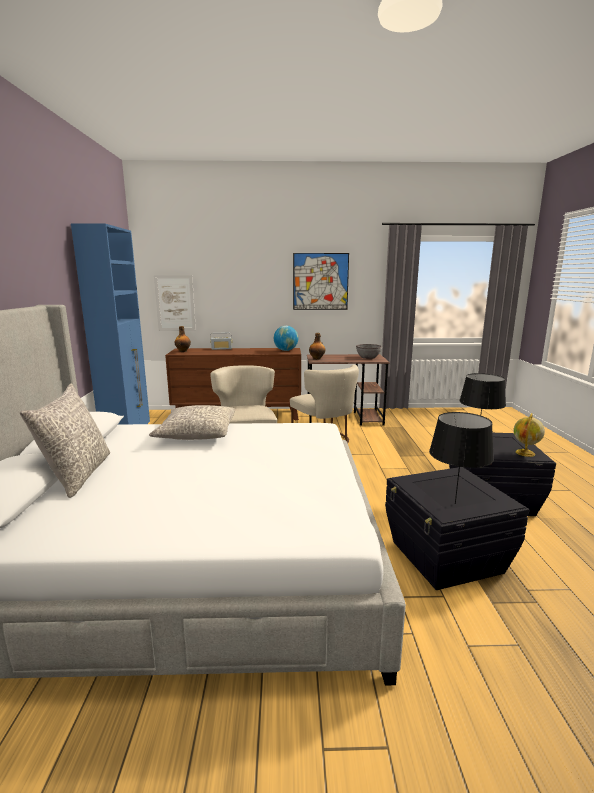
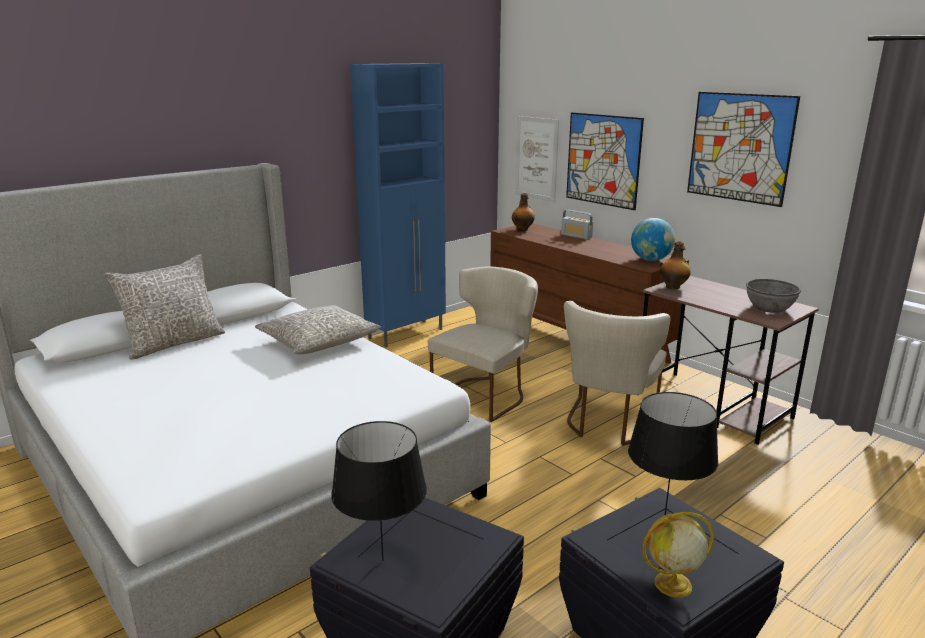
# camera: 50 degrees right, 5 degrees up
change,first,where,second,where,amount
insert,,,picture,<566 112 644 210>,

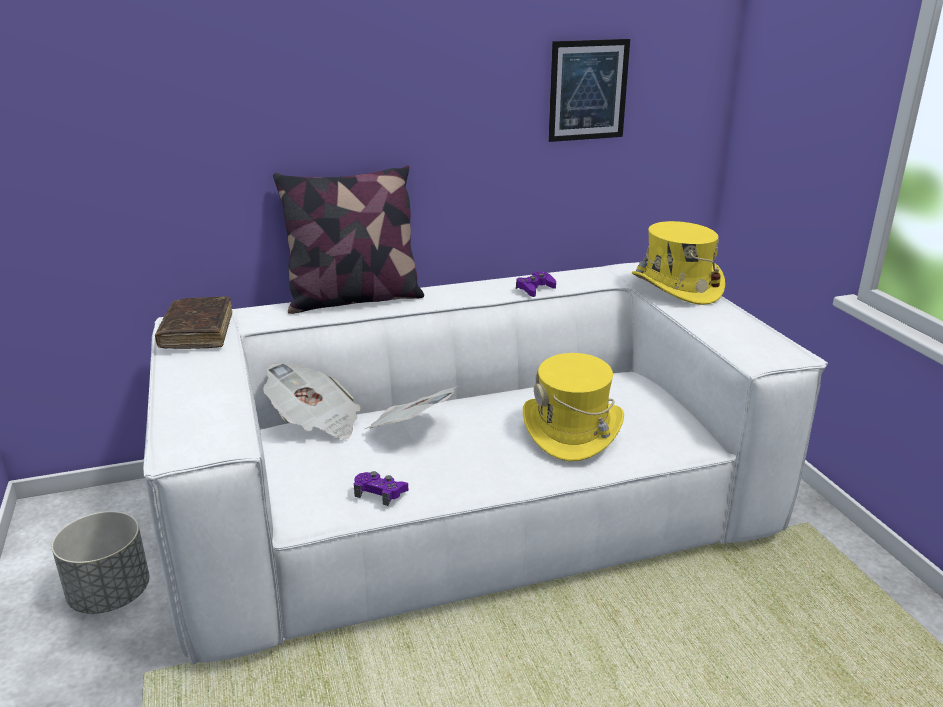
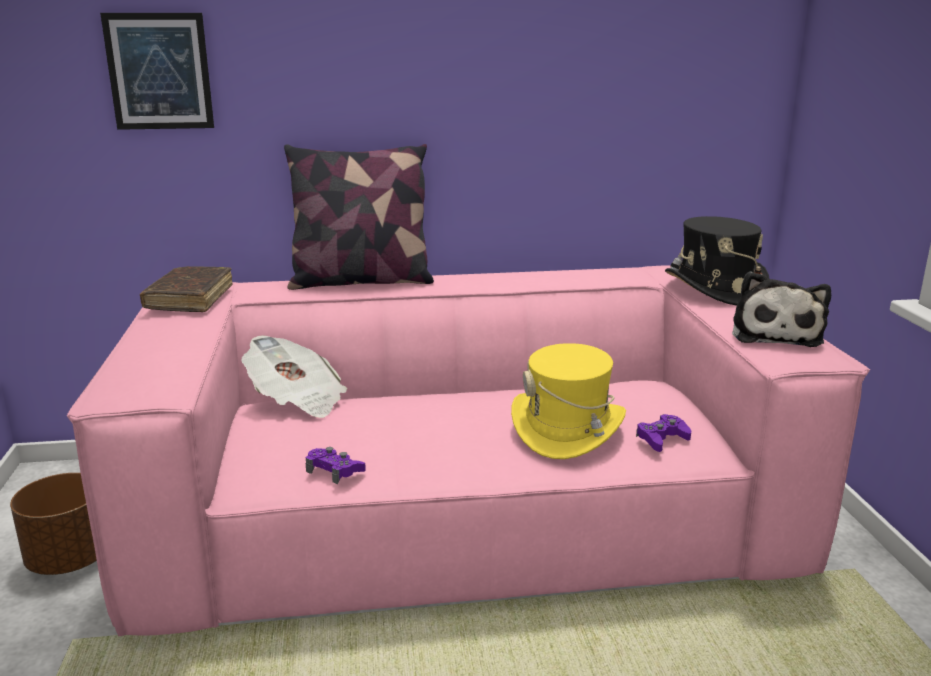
# camera: 10 degrees right, 5 degrees down
change,first,where,second,where,amount
recolor,grey flower pot,<52 511 149 614>,brown flower pot,<10 473 97 575>,
recolor,white couch,<143 261 828 665>,pink-coloured couch,<67 266 870 636>,
delete,printed paper,<365 386 458 429>,,,
move,purplish gamepad,<516 271 556 297>,,<636 414 691 452>,
move,picture,<548 39 630 142>,,<100 13 214 130>,
recolor,yellowish clothing hat,<632 221 725 305>,blackish clothing hat,<665 216 770 306>,
insert,,,cuddly toy,<732 271 831 347>,

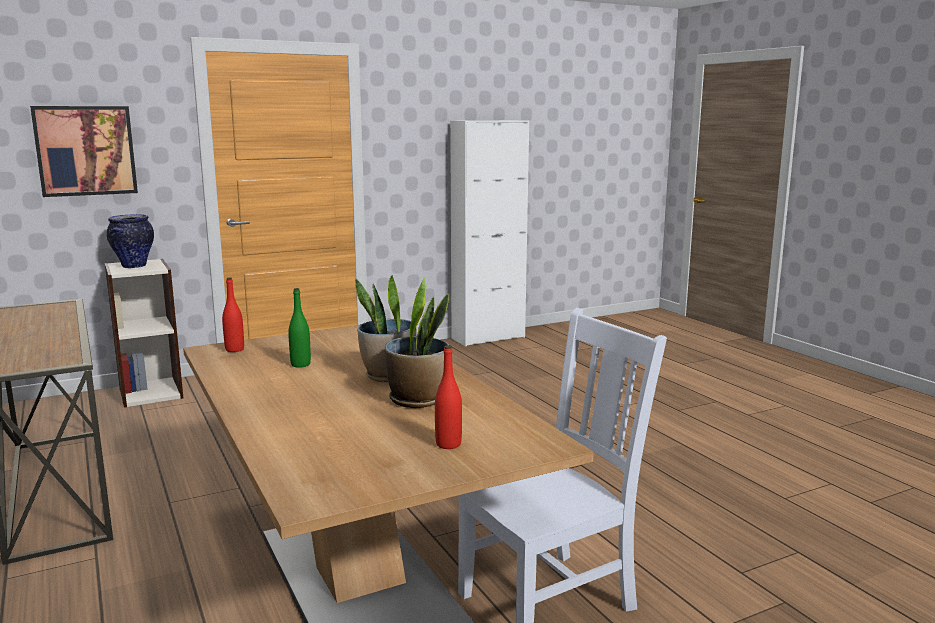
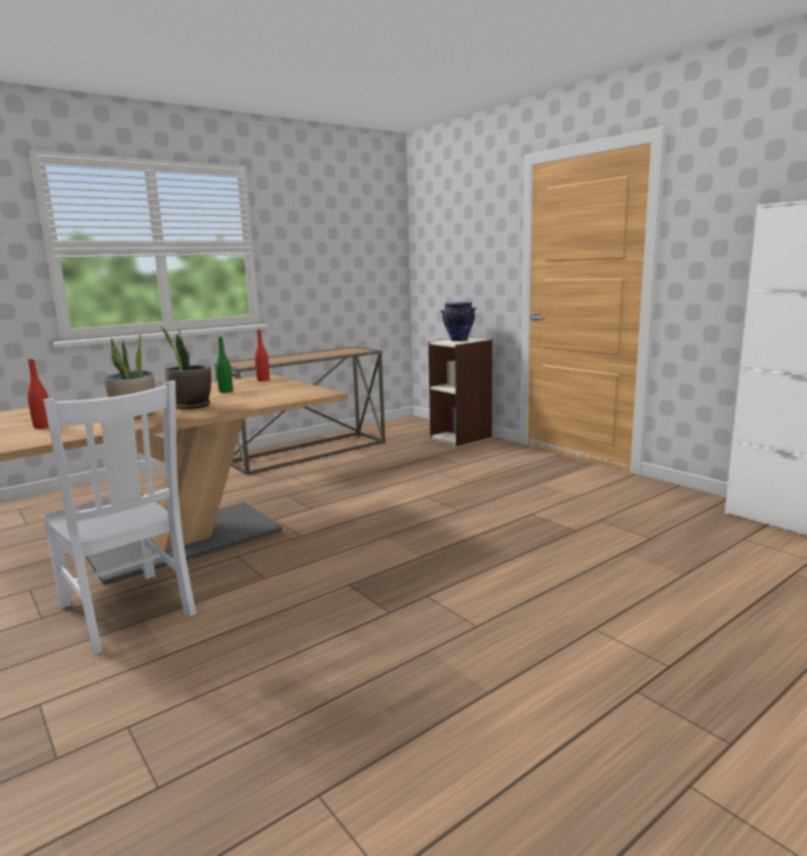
# camera: 80 degrees right, 0 degrees up
change,first,where,second,where,amount
delete,picture,<30 106 138 197>,,,

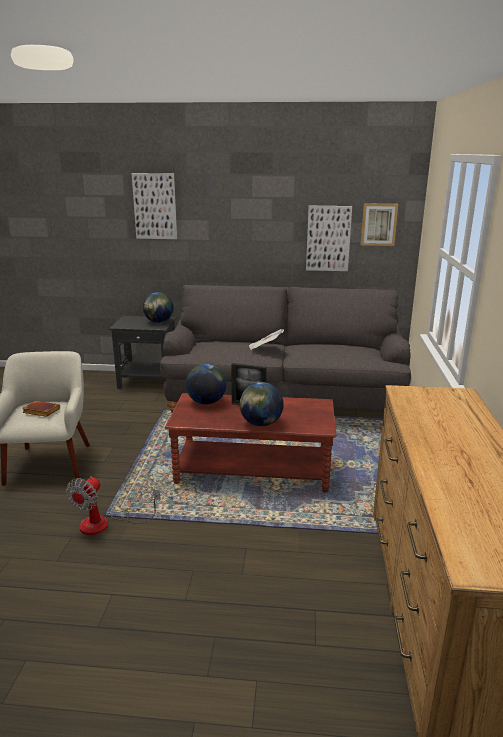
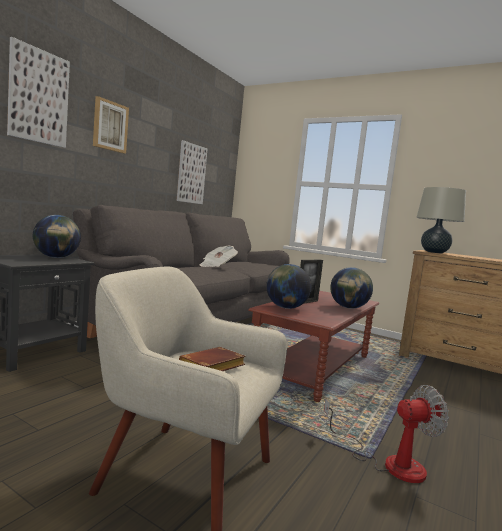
# camera: 65 degrees left, 15 degrees down
change,first,where,second,where,amount
rotate,cooling fan,<66 476 160 535>,,<324 385 449 483>,60 degrees counterclockwise
move,picture,<361 203 398 246>,,<93 96 129 154>,
insert,,,beige-coloured table lamp,<416 187 466 254>,

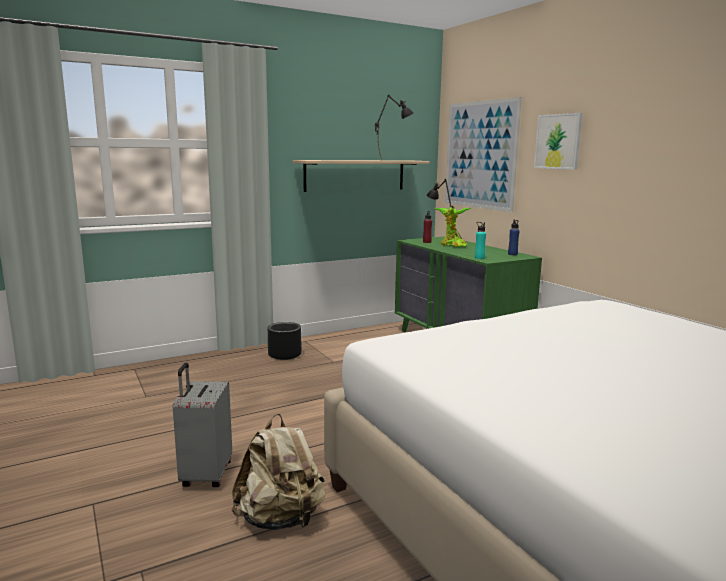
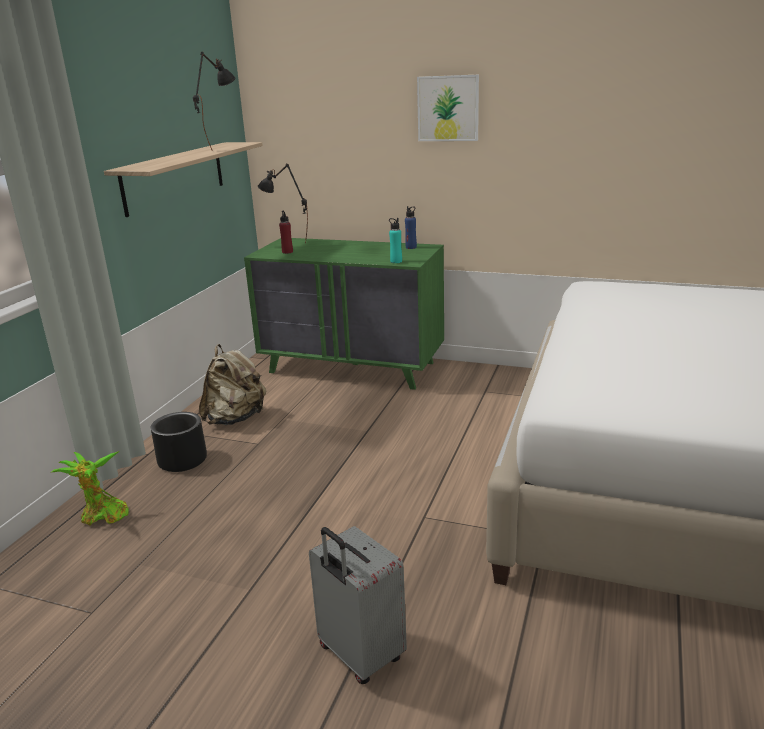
# camera: 40 degrees left, 10 degrees up
change,first,where,second,where,amount
move,beige-coloured rucksack,<232 413 326 530>,,<199 344 266 425>,
move,plant in a pot,<435 207 471 247>,,<50 451 128 526>,
delete,picture,<445 97 522 212>,,,

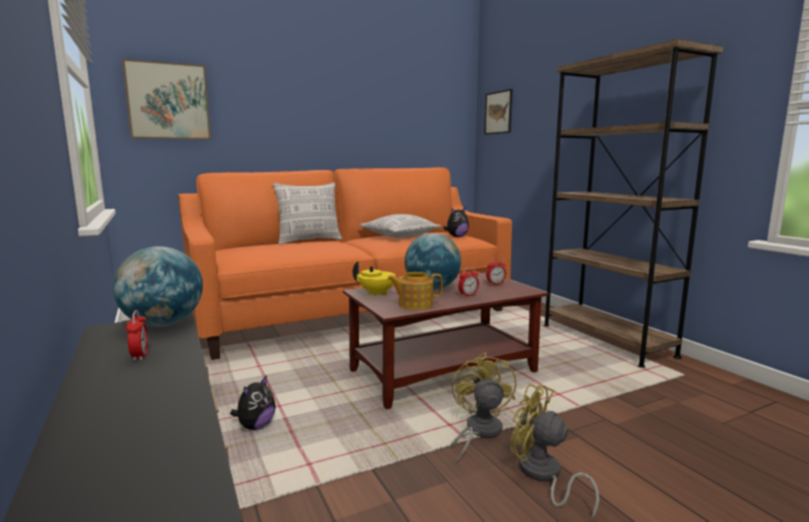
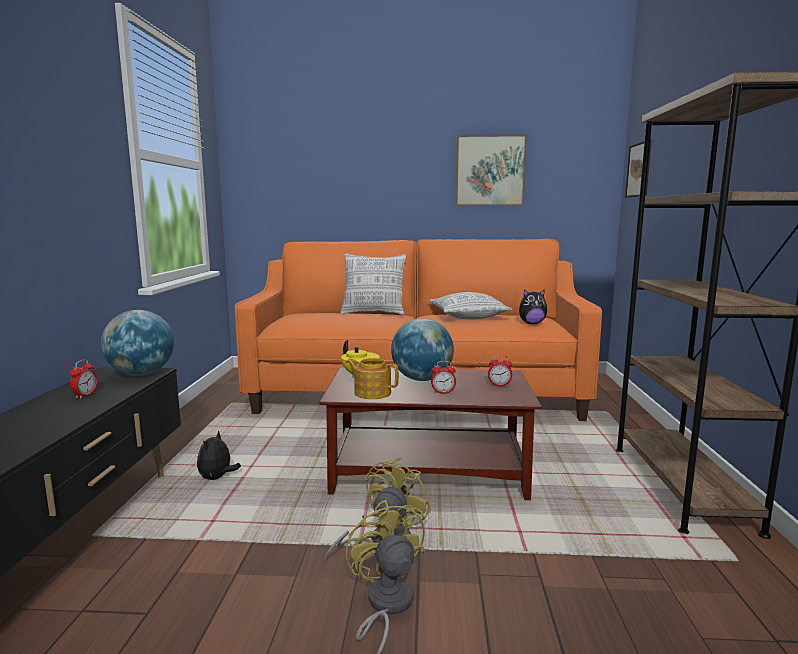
# camera: 30 degrees right, 0 degrees up
change,first,where,second,where,amount
move,picture,<122 59 211 140>,,<455 135 527 206>,
rotate,cuddly toy,<230 375 276 430>,,<197 430 241 480>,135 degrees clockwise

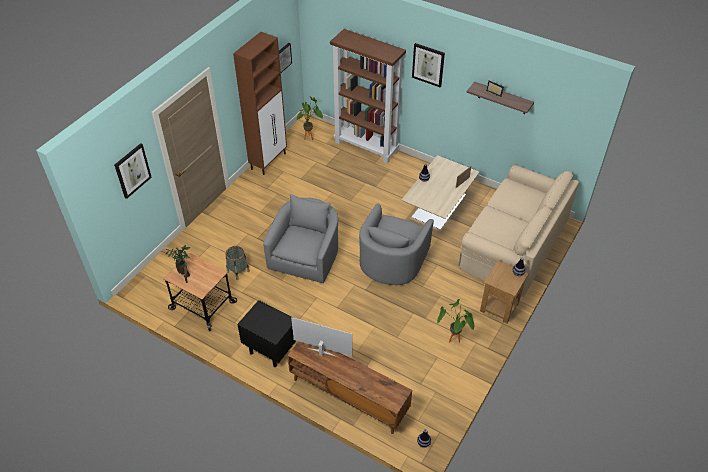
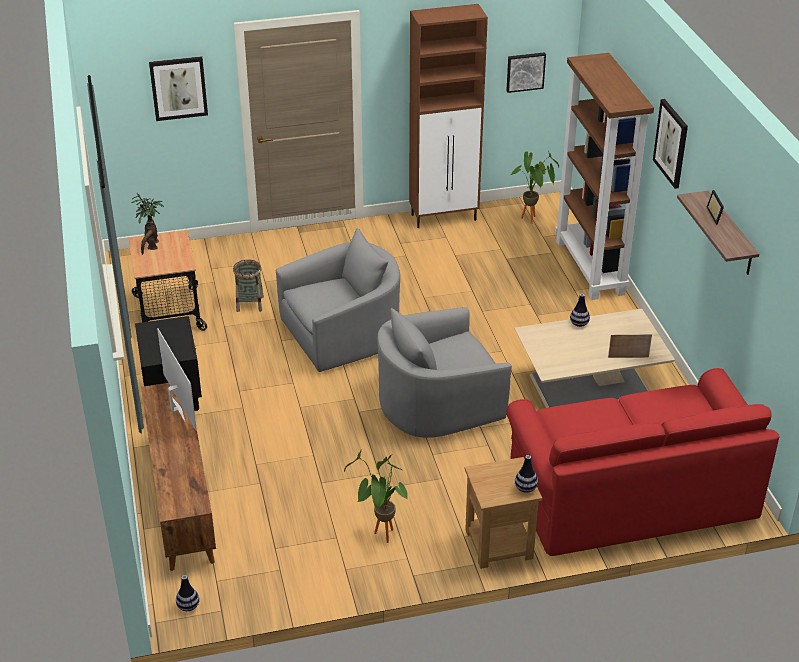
# camera: 45 degrees right, 10 degrees down
change,first,where,second,where,amount
recolor,beige-coloured couch,<458 164 579 297>,red couch,<506 368 780 556>,

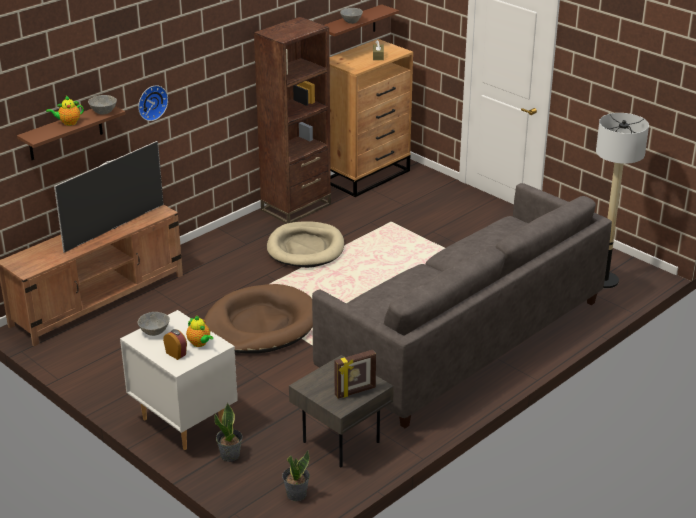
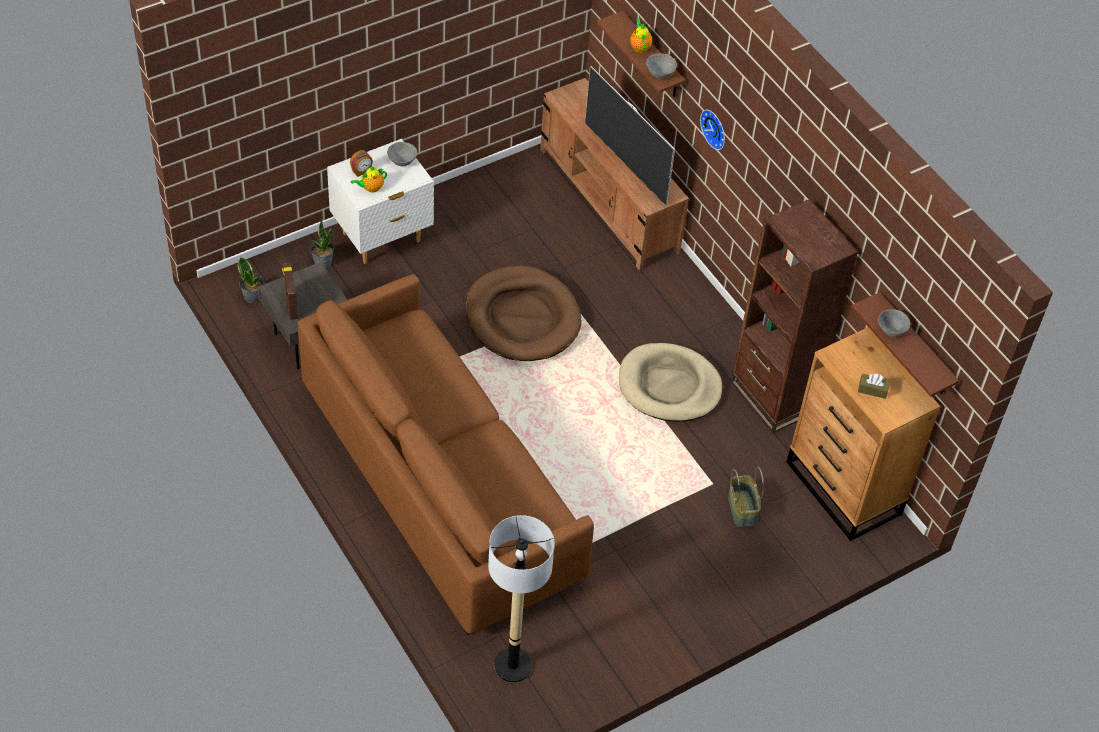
# camera: 100 degrees right, 20 degrees up
change,first,where,second,where,amount
recolor,grey couch,<312 183 612 428>,brown couch,<297 274 594 636>,
insert,,,storage basket,<728 467 764 527>,

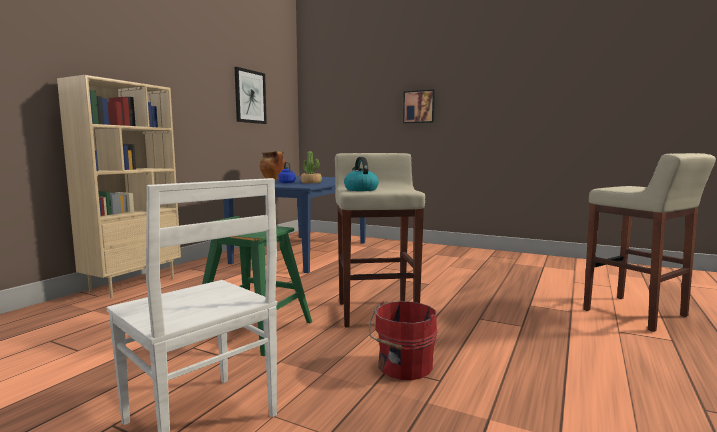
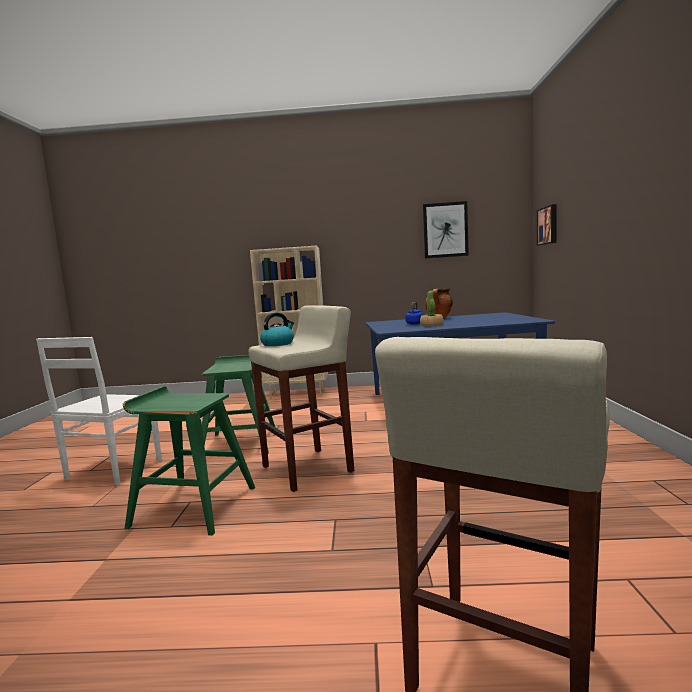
# camera: 65 degrees right, 0 degrees up
change,first,where,second,where,amount
replace,red water bucket,<369 301 437 381>,green stool,<123 386 255 535>,
move,picture,<403 89 435 123>,,<537 204 557 246>,

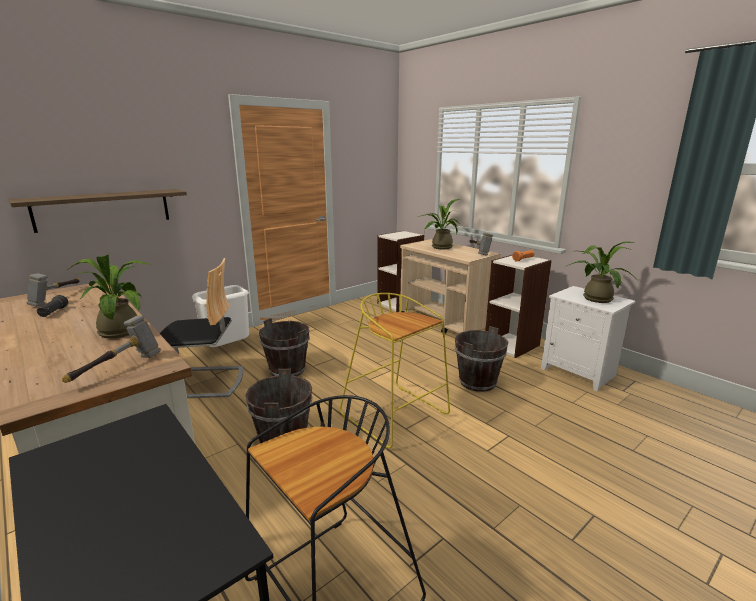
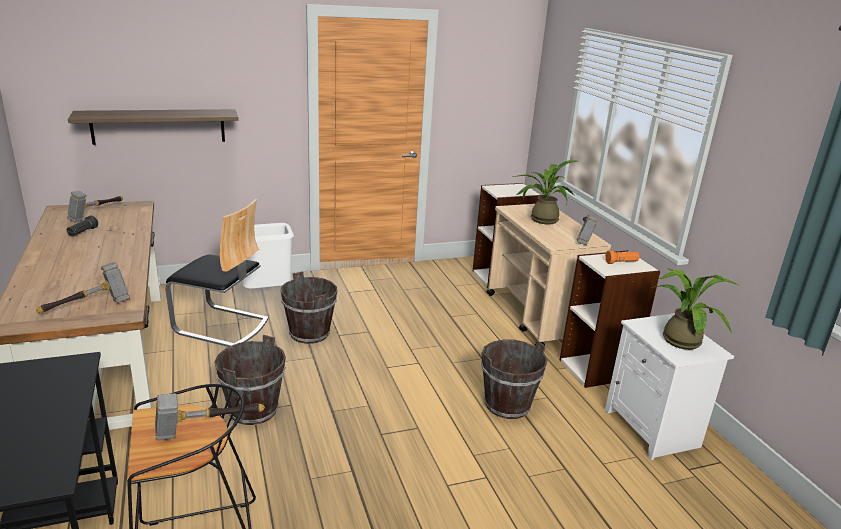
# camera: 20 degrees right, 5 degrees up
change,first,where,second,where,amount
delete,plant in a pot,<66 255 151 339>,,,
delete,yellowish stool,<340 293 450 448>,,,
insert,,,hammer,<155 393 265 441>,

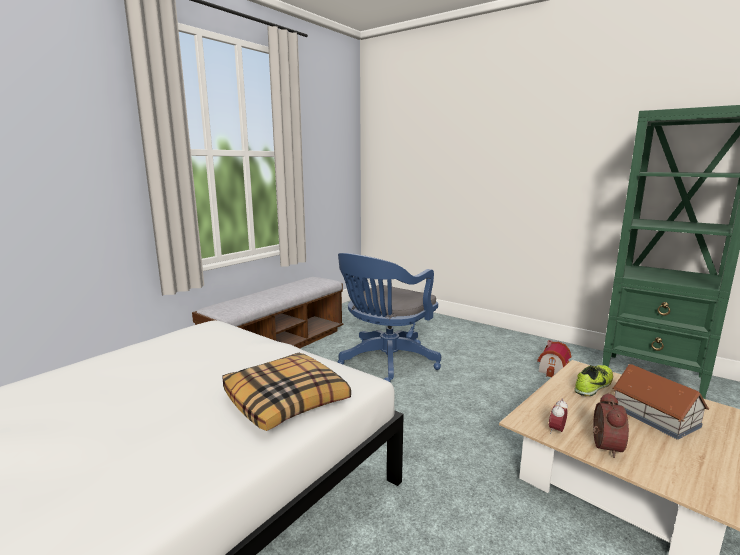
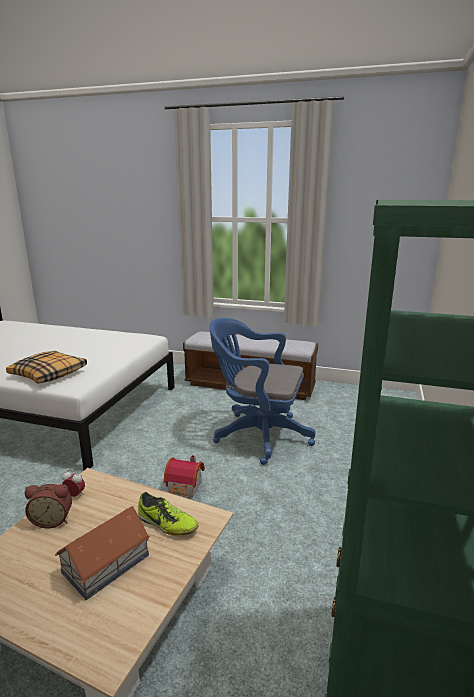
# camera: 70 degrees right, 5 degrees up
change,first,where,second,where,amount
move,model house,<537 340 571 377>,,<164 455 205 498>,

